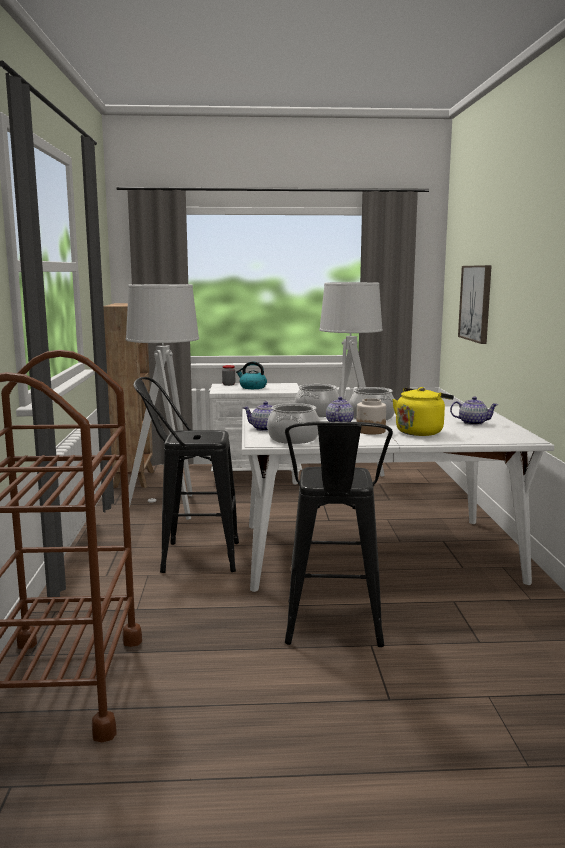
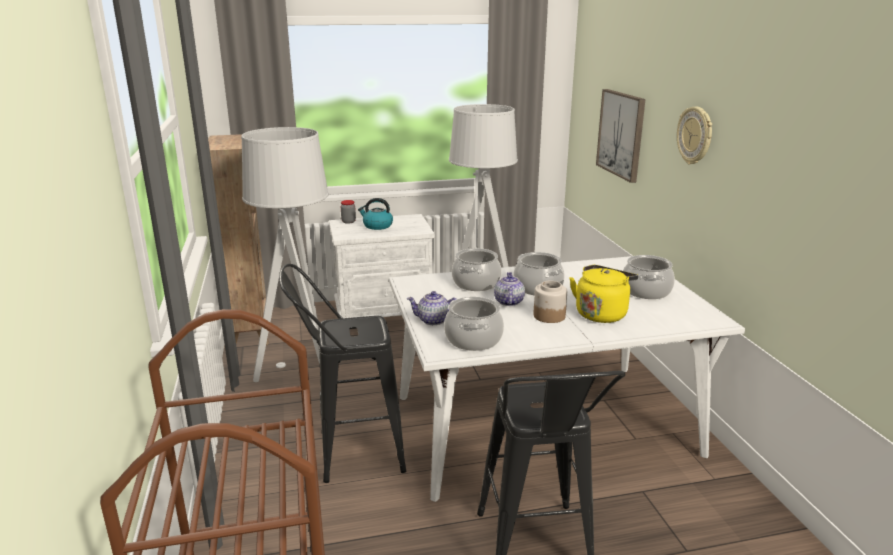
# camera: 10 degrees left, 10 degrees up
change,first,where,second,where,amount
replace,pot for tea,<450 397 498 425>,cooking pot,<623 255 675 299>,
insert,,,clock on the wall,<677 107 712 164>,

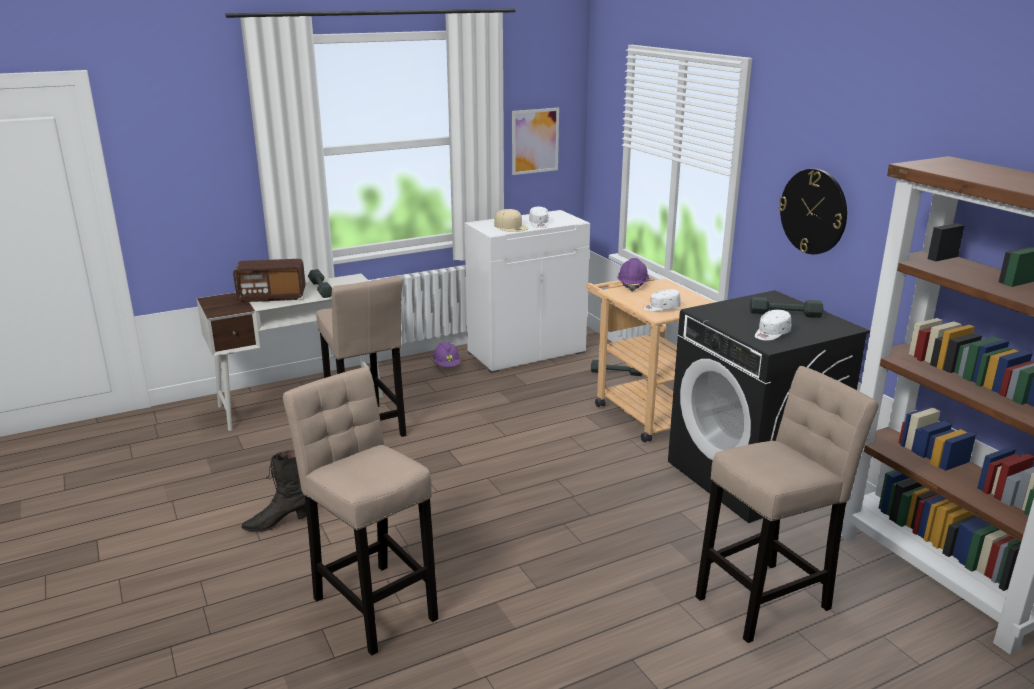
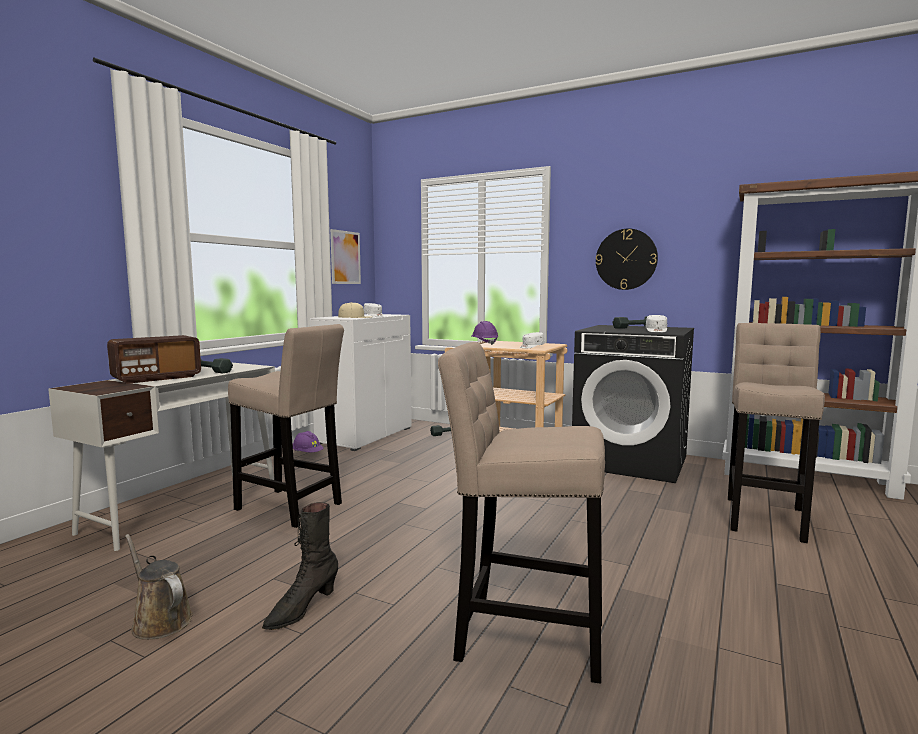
# camera: 35 degrees left, 15 degrees down
change,first,where,second,where,amount
insert,,,brown watering pot,<125 534 193 640>,

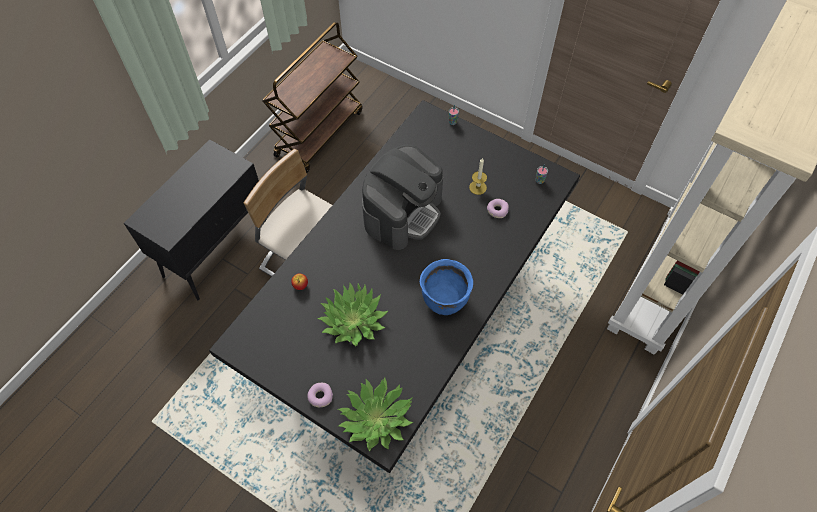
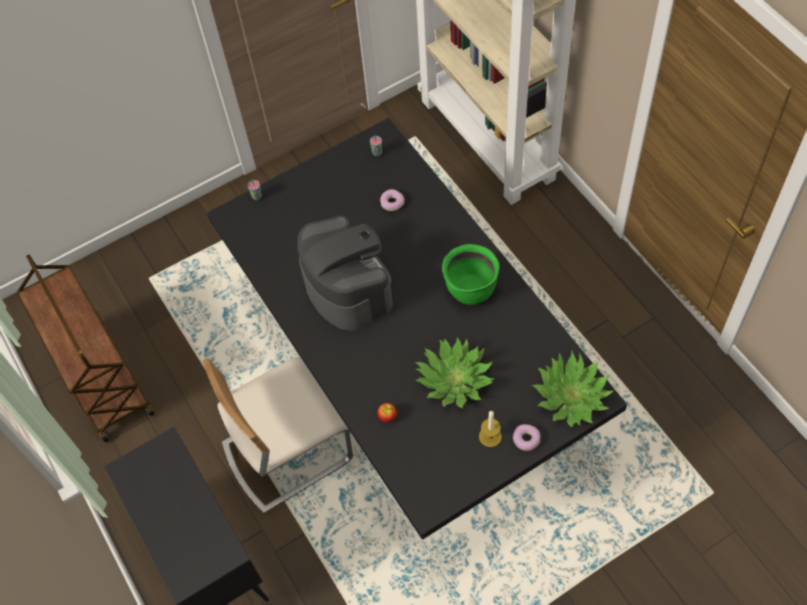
# camera: 60 degrees left, 0 degrees up
change,first,where,second,where,amount
recolor,bluish cooking pot,<420 259 473 315>,green cooking pot,<442 244 499 305>,
move,wax candle,<469 158 487 195>,,<479 410 502 447>,

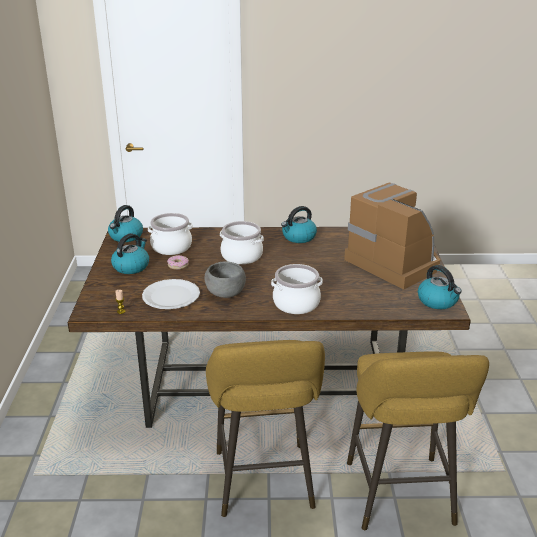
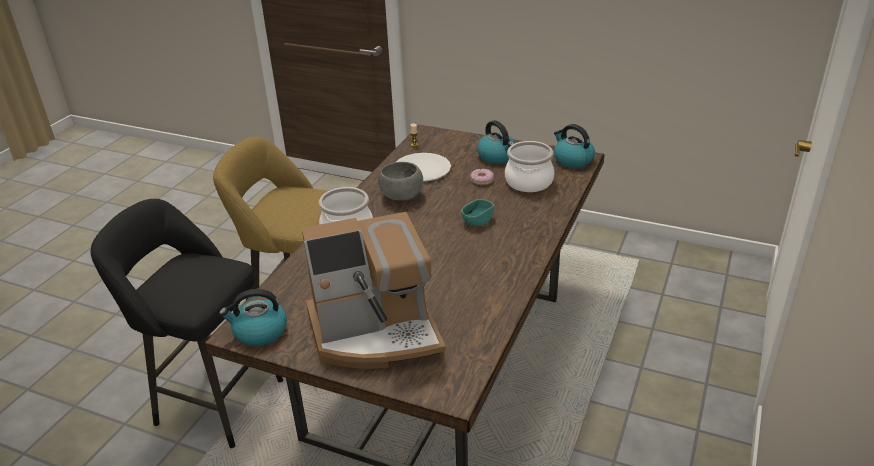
# camera: 115 degrees right, 5 degrees up
change,first,where,second,where,amount
replace,cooking pot,<220 221 264 264>,turquoise-coloured deep dish,<461 199 494 226>,
delete,water kettle,<281 206 317 243>,,,
recolor,yellowish stool,<347 351 489 530>,blackish stool,<91 199 283 448>,

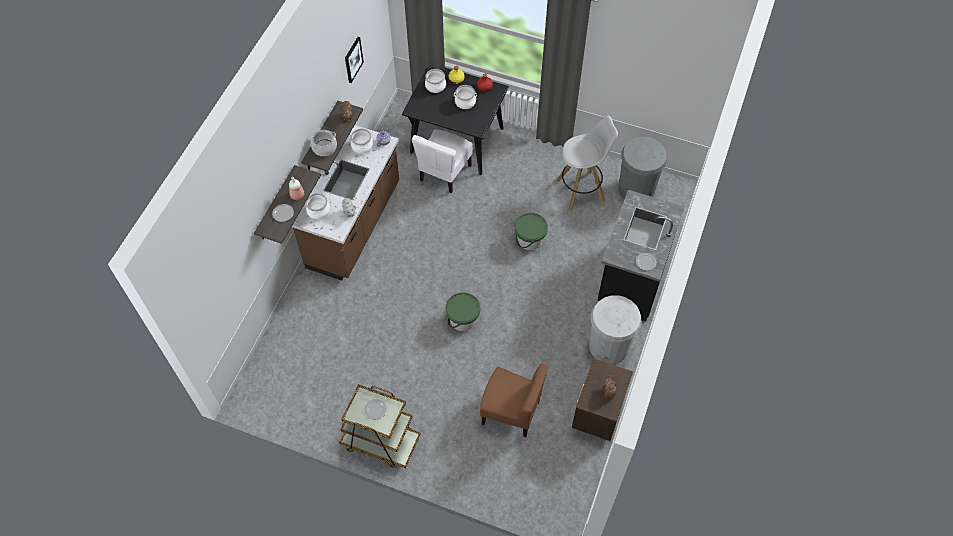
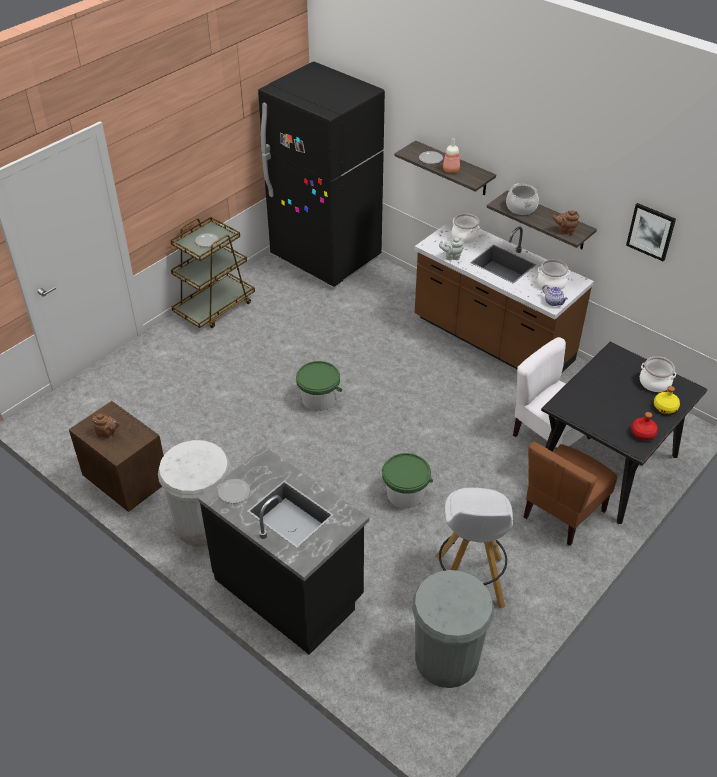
# camera: 110 degrees right, 15 degrees down
change,first,where,second,where,amount
delete,cooking pot,<454 85 477 109>,,,
move,brown plain chair,<480 364 548 437>,,<524 442 618 546>,
insert,,,blackish fridge,<258 62 385 287>,

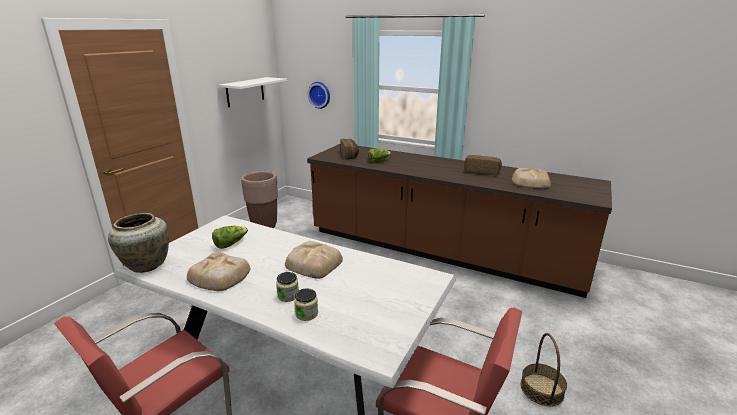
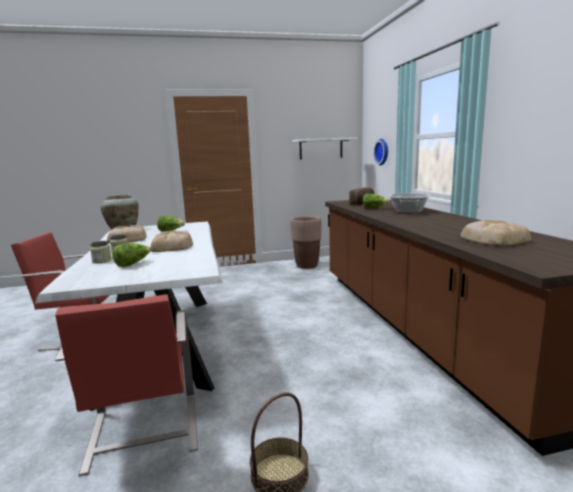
# camera: 50 degrees right, 10 degrees down
change,first,where,second,where,amount
delete,baked bread,<464 155 502 176>,,,
insert,,,lettuce,<112 243 151 267>,
insert,,,cooking pot,<388 193 431 213>,

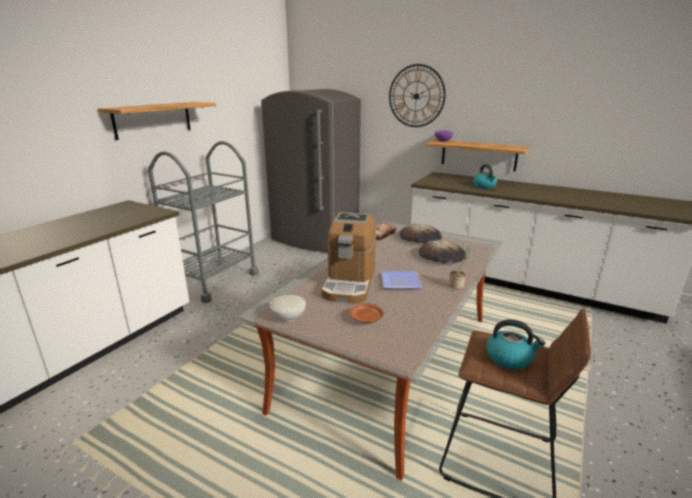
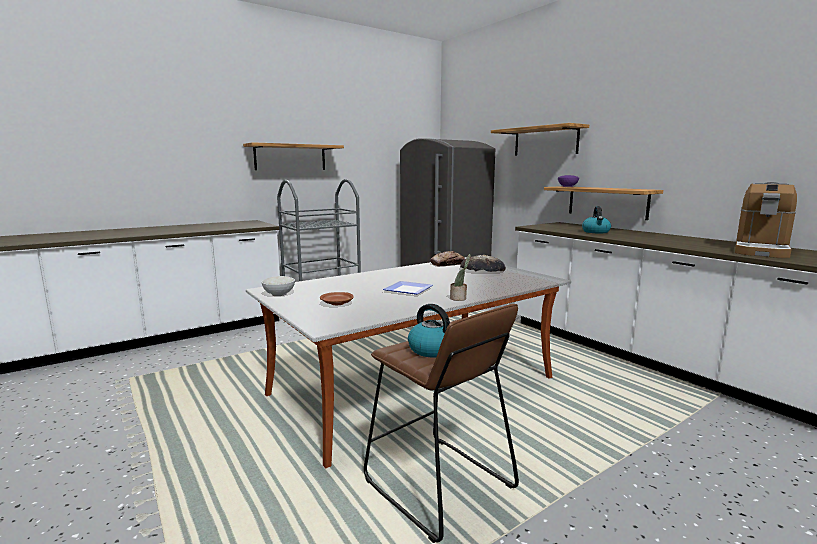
# camera: 25 degrees right, 10 degrees down
change,first,where,second,where,amount
move,coffee machine,<321 212 376 303>,,<735 182 797 258>,
replace,clock on the wall,<389 64 446 127>,bracket shelf,<491 123 589 156>,
delete,baked bread,<419 240 466 264>,,,

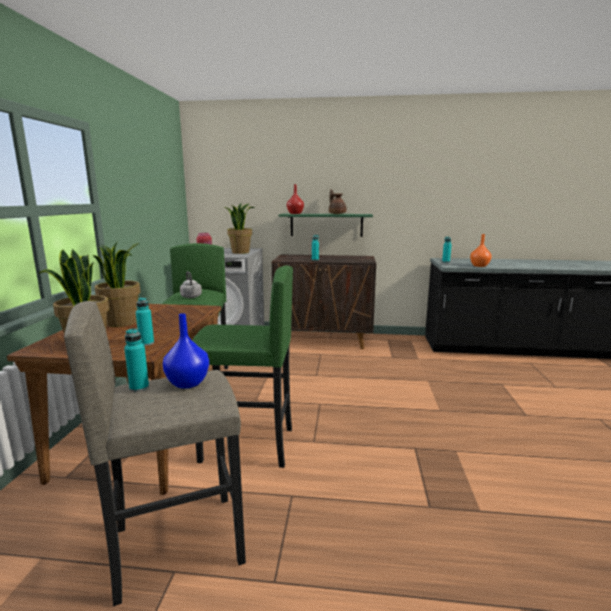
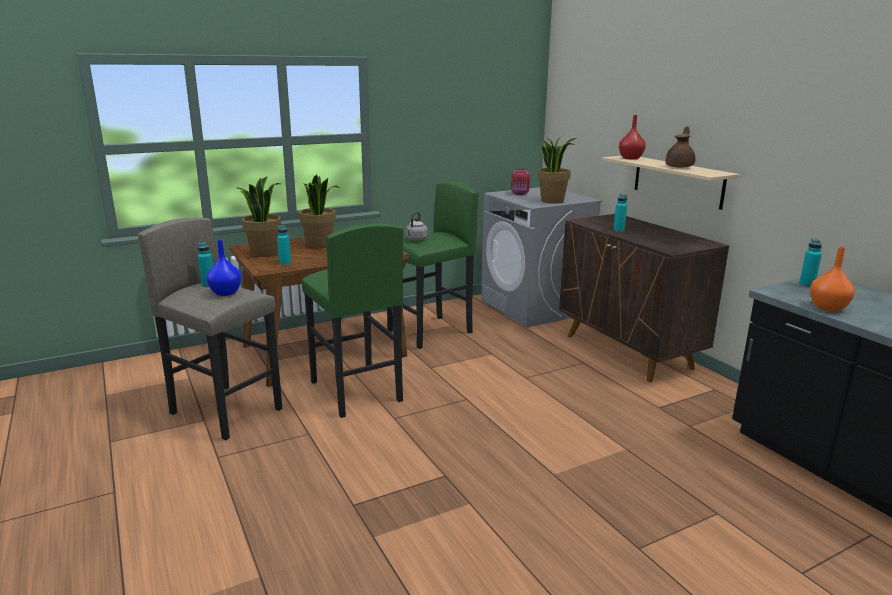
# camera: 55 degrees right, 5 degrees up
change,first,where,second,where,amount
recolor,green bracket shelf,<278 214 373 237>,beige-coloured bracket shelf,<603 156 740 210>,

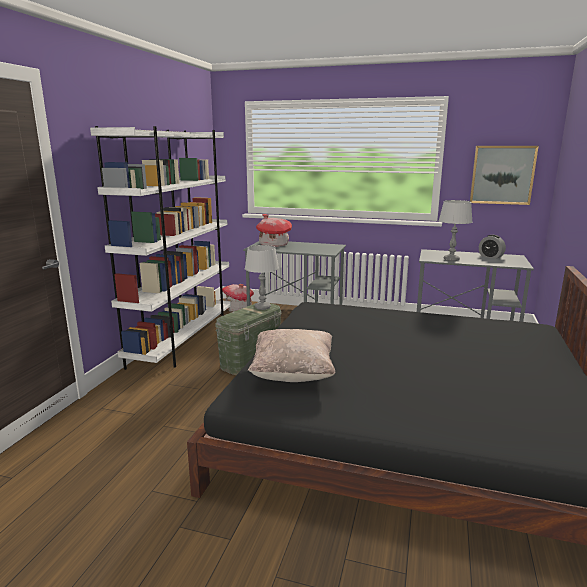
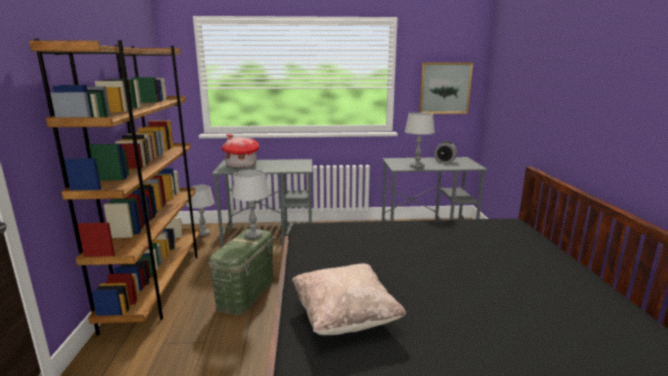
# camera: 20 degrees left, 0 degrees up
change,first,where,second,where,amount
recolor,white bookshelf,<90 126 231 370>,brown bookshelf,<29 39 200 335>,
replace,model house,<222 284 254 312>,grey table lamp,<186 185 215 236>,

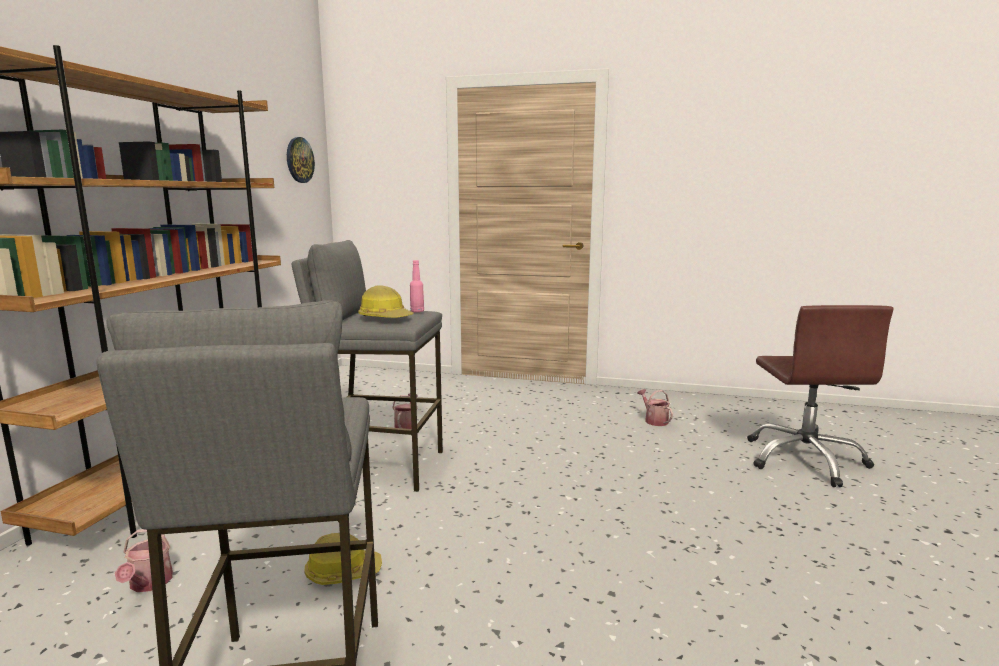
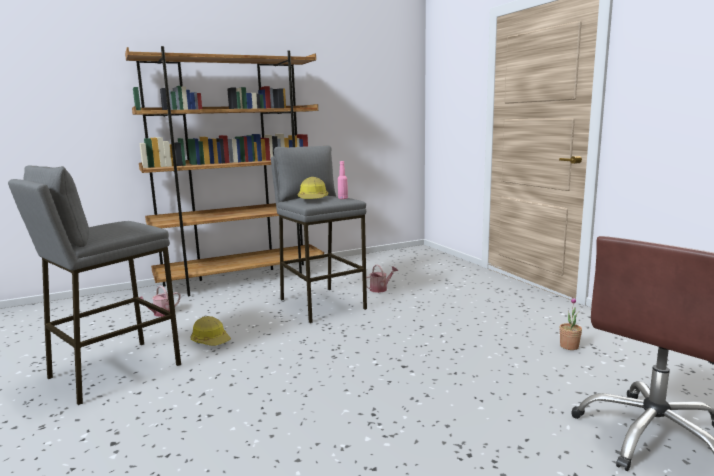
# camera: 50 degrees right, 0 degrees up
change,first,where,second,where,amount
delete,clock on the wall,<287 137 315 183>,,,
replace,watering pot,<637 389 673 426>,plant in a pot,<560 297 582 350>,

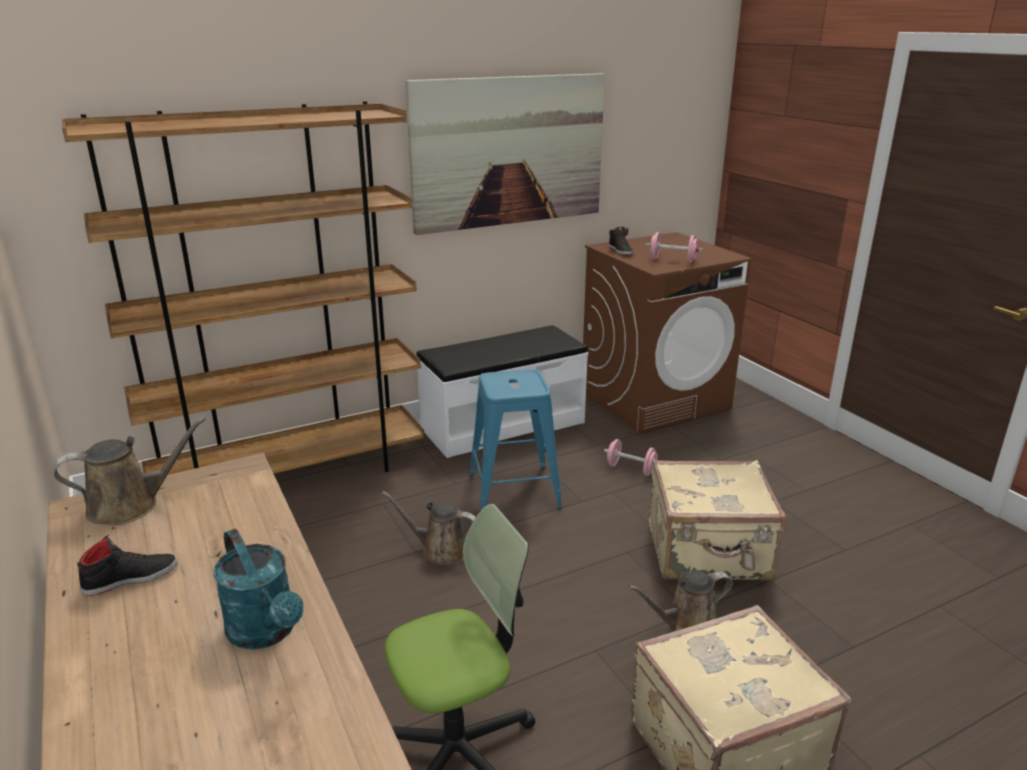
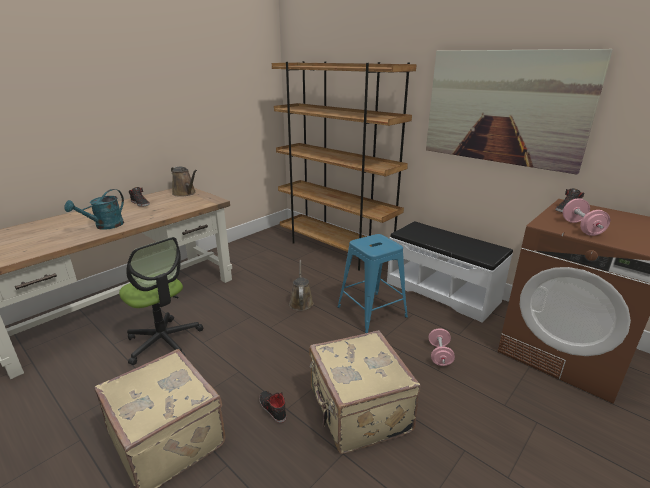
# camera: 70 degrees right, 0 degrees up
change,first,where,second,where,amount
replace,brown watering pot,<628 571 733 632>,blackish low shoe,<259 391 286 423>,

